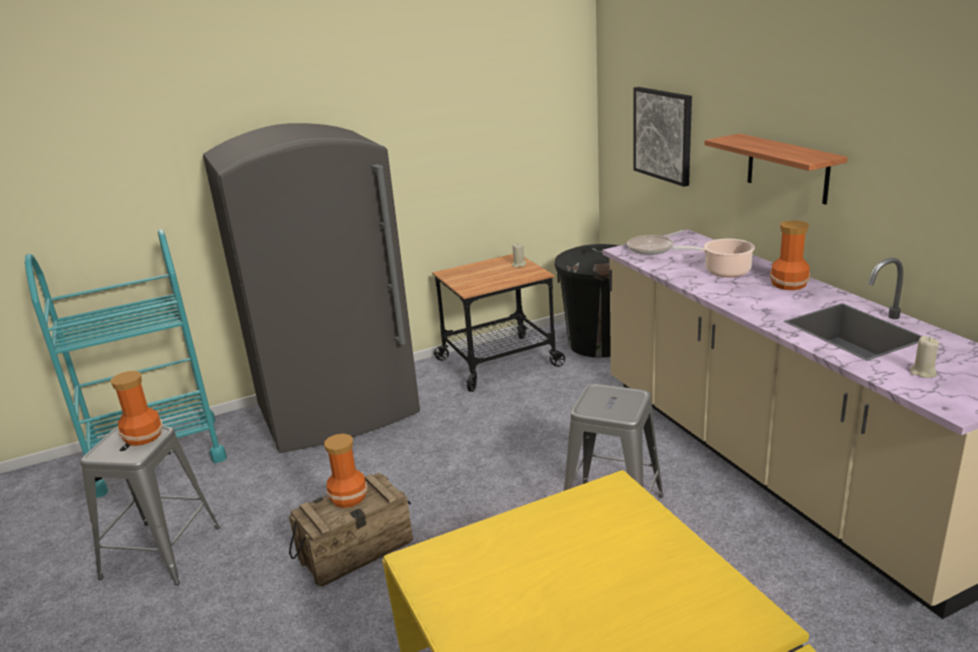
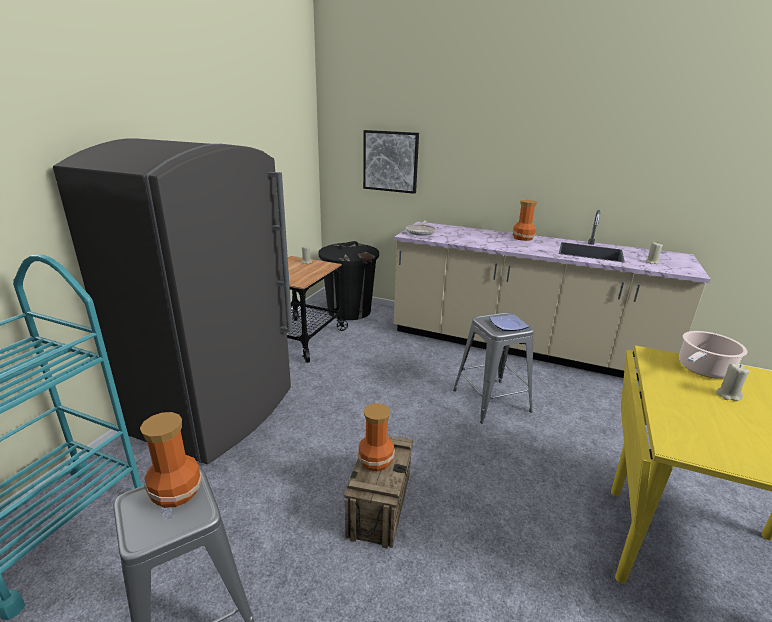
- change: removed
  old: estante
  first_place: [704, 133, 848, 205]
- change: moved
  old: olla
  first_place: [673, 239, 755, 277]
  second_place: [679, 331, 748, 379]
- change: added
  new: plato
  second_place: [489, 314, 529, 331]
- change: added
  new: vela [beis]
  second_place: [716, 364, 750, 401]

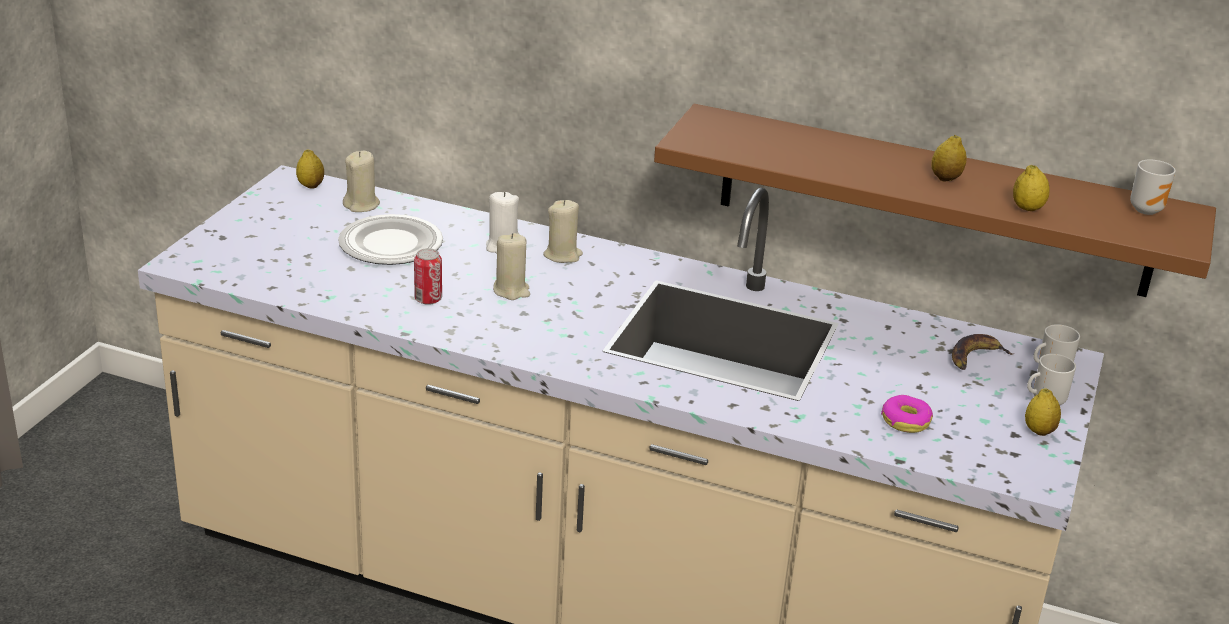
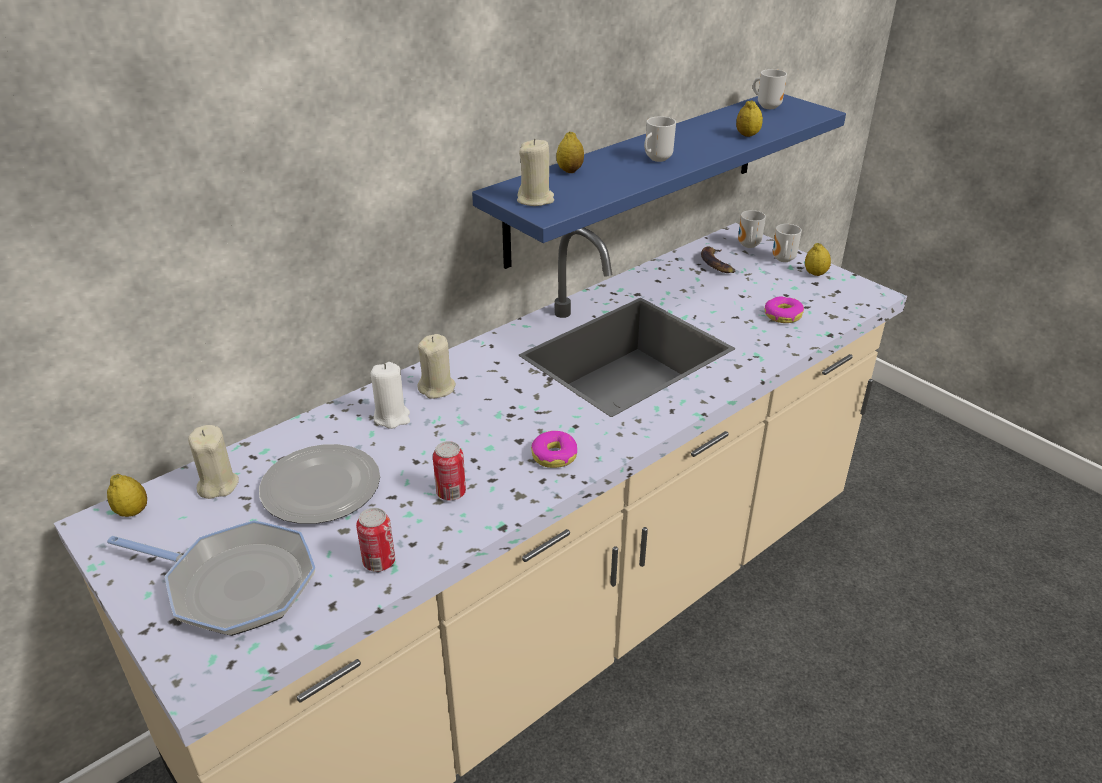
- change: recoloured
  old: estante [marrón]
  new: estante [azul]
  first_place: [654, 104, 1216, 297]
  second_place: [472, 94, 846, 269]
- change: moved
  old: limón
  first_place: [931, 135, 967, 181]
  second_place: [557, 132, 584, 173]
- change: moved
  old: vela [beis]
  first_place: [493, 233, 530, 300]
  second_place: [517, 139, 554, 206]
- change: added
  new: taza grande
  second_place: [644, 116, 676, 162]
- change: added
  new: rosquilla
  second_place: [531, 431, 577, 468]
- change: added
  new: lata
  second_place: [356, 508, 395, 572]
- change: added
  new: sartén
  second_place: [107, 520, 315, 636]

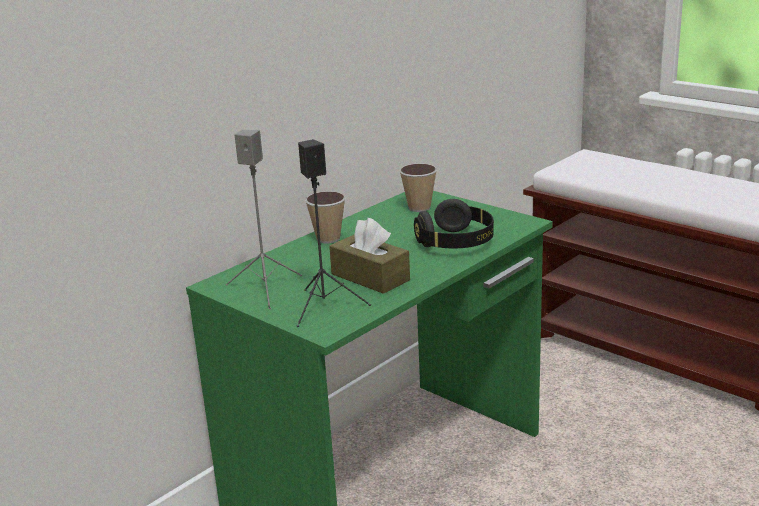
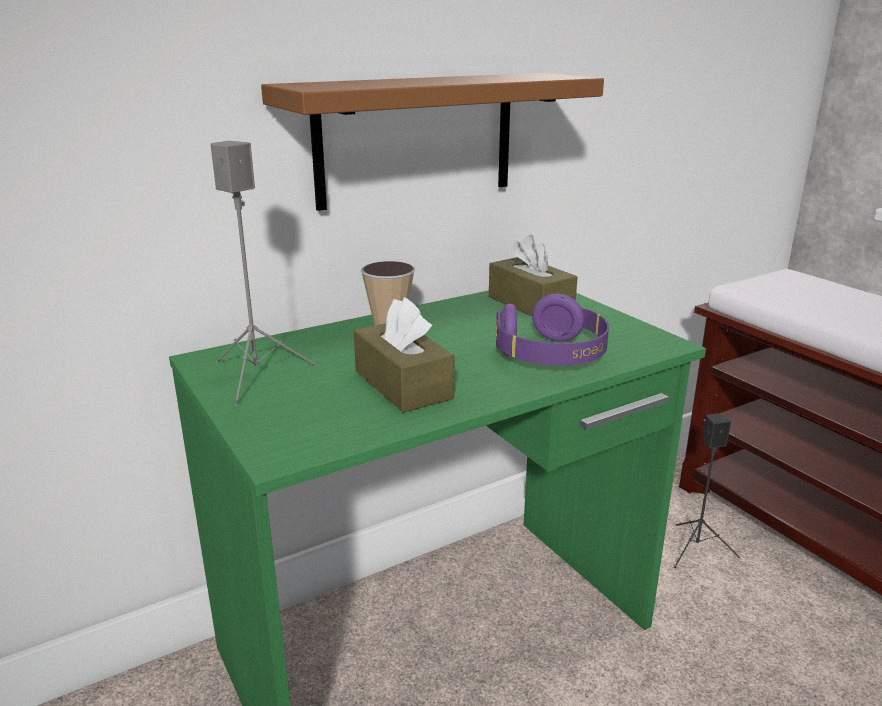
- change: moved
  old: altavoz [negro]
  first_place: [297, 139, 371, 327]
  second_place: [674, 413, 740, 568]
- change: replaced
  old: taza
  new: caja de pañuelos [marrón]
  first_place: [399, 164, 437, 212]
  second_place: [489, 235, 578, 316]
- change: recoloured
  old: auriculares [negro]
  new: auriculares [morado]
  first_place: [414, 199, 494, 248]
  second_place: [496, 294, 609, 365]
- change: added
  new: estante [marrón]
  second_place: [261, 73, 604, 211]

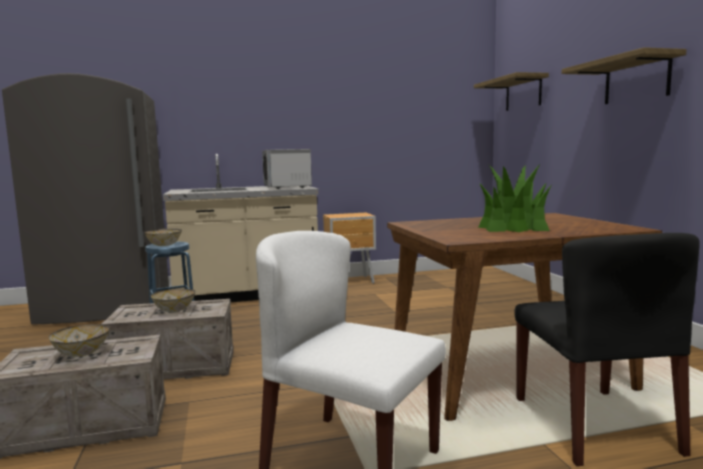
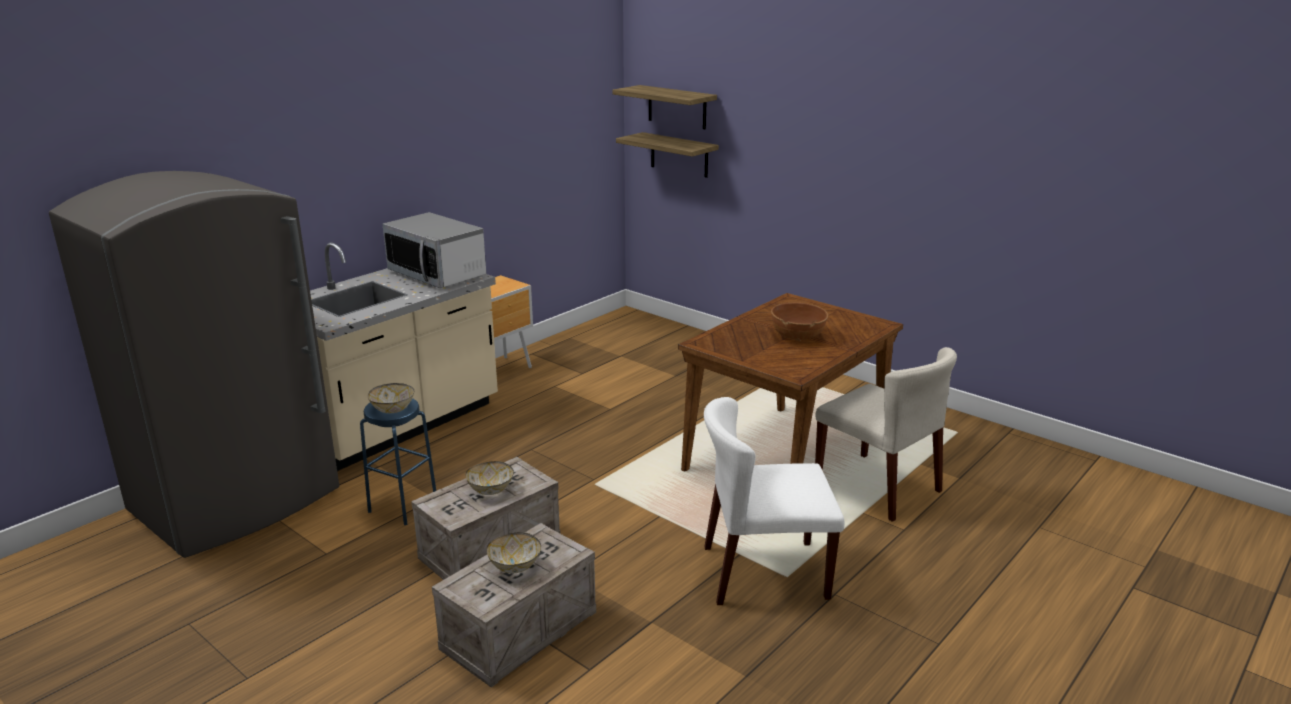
- change: moved
  old: estante
  first_place: [562, 47, 687, 104]
  second_place: [616, 132, 719, 178]
- change: replaced
  old: planta en maceta
  new: cuenco [marrón]
  first_place: [478, 165, 551, 232]
  second_place: [771, 303, 828, 341]
- change: recoloured
  old: silla [negro]
  new: silla [beis]
  first_place: [514, 233, 700, 466]
  second_place: [815, 347, 957, 522]

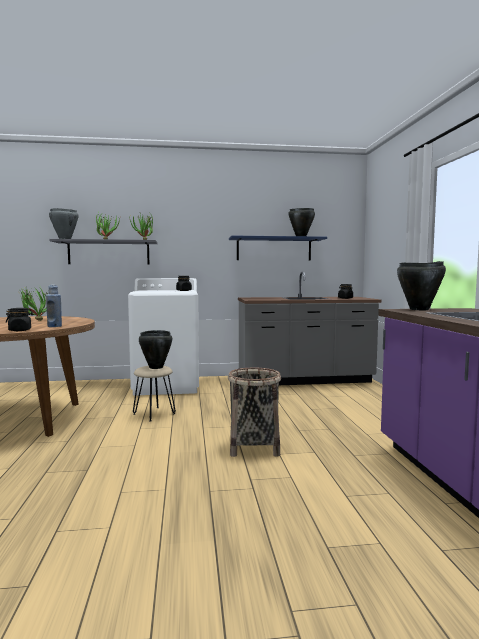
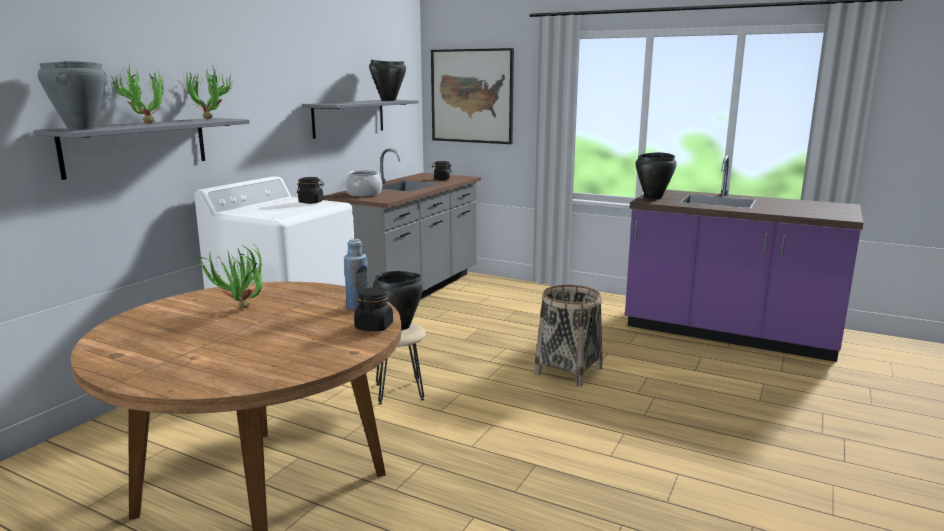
- change: recoloured
  old: estante [azul]
  new: estante [gris]
  first_place: [229, 236, 327, 260]
  second_place: [302, 100, 419, 139]
- change: added
  new: cuadro
  second_place: [431, 48, 514, 144]
- change: added
  new: olla
  second_place: [346, 170, 382, 197]

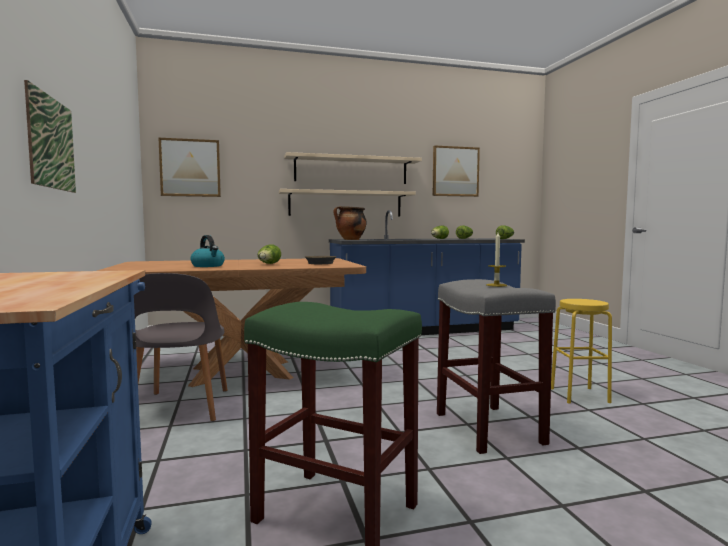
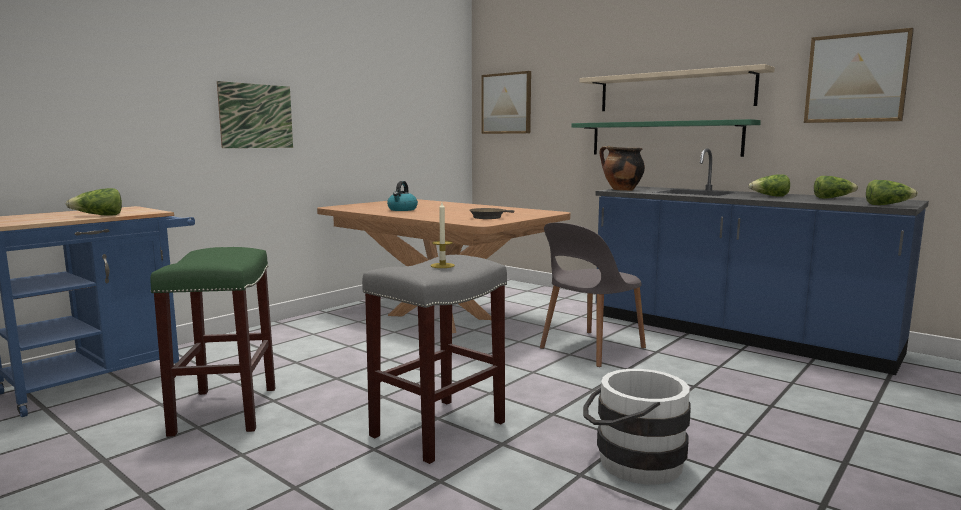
- change: recoloured
  old: estante [beis]
  new: estante [verde]
  first_place: [279, 189, 416, 216]
  second_place: [572, 119, 761, 157]
- change: moved
  old: lechuga
  first_place: [258, 244, 281, 264]
  second_place: [66, 188, 122, 216]
- change: moved
  old: silla [gris]
  first_place: [134, 273, 228, 421]
  second_place: [540, 222, 646, 367]
- change: replaced
  old: taburete [amarillo]
  new: cubo [blanco]
  first_place: [551, 299, 612, 404]
  second_place: [583, 369, 691, 485]

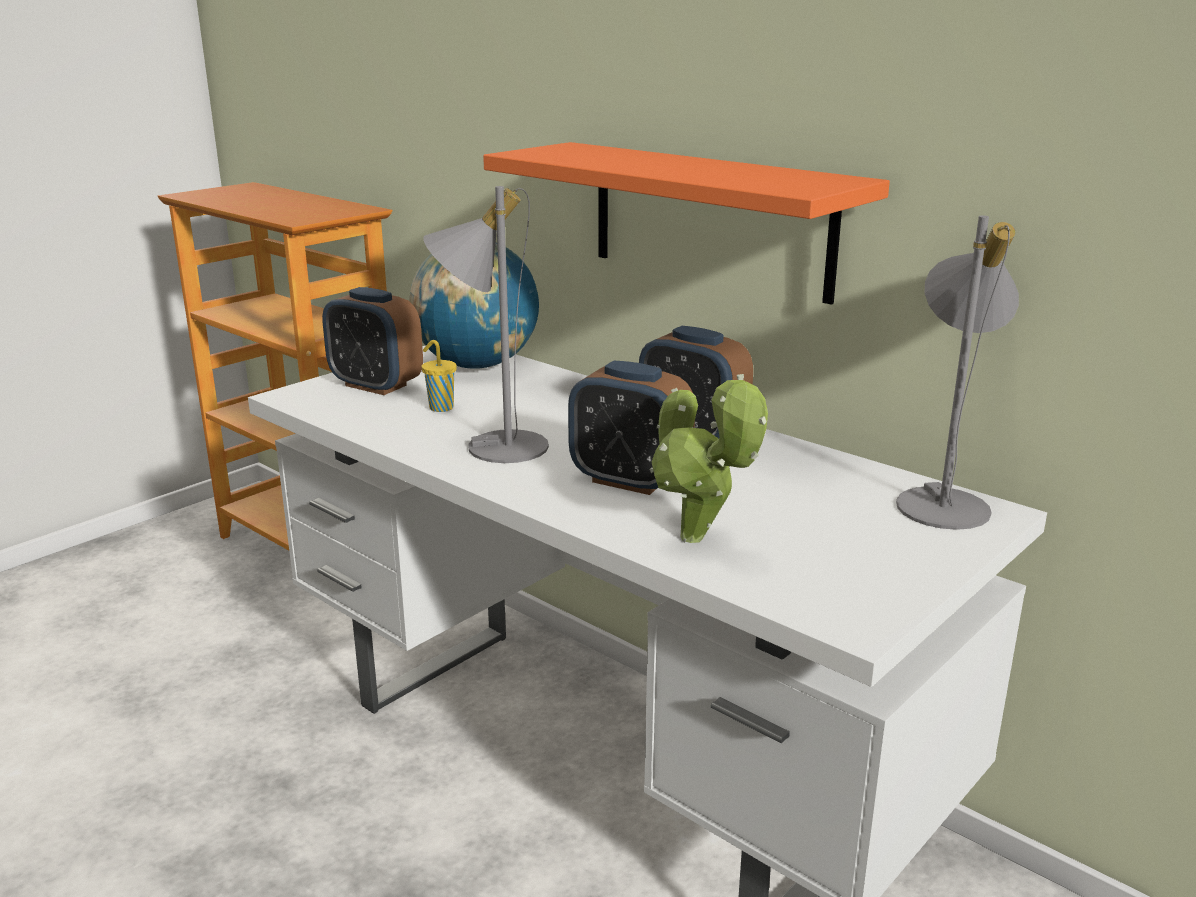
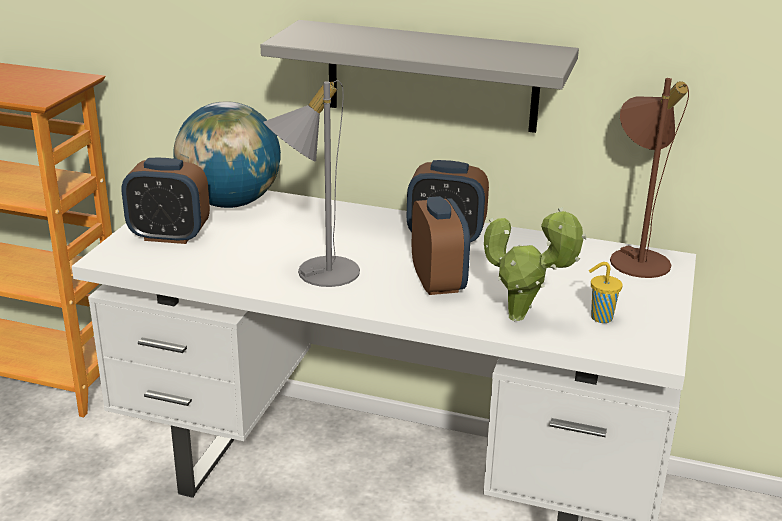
- change: recoloured
  old: estante [naranja]
  new: estante [gris]
  first_place: [483, 142, 890, 305]
  second_place: [261, 20, 579, 133]
- change: recoloured
  old: lámpara de mesa [gris]
  new: lámpara de mesa [marrón]
  first_place: [896, 216, 1019, 530]
  second_place: [610, 78, 689, 278]
- change: moved
  old: taza [amarillo]
  first_place: [422, 340, 457, 412]
  second_place: [589, 262, 623, 323]
- change: turned
  old: despertador
  first_place: [568, 360, 695, 495]
  second_place: [412, 196, 470, 295]
  degrees: -105

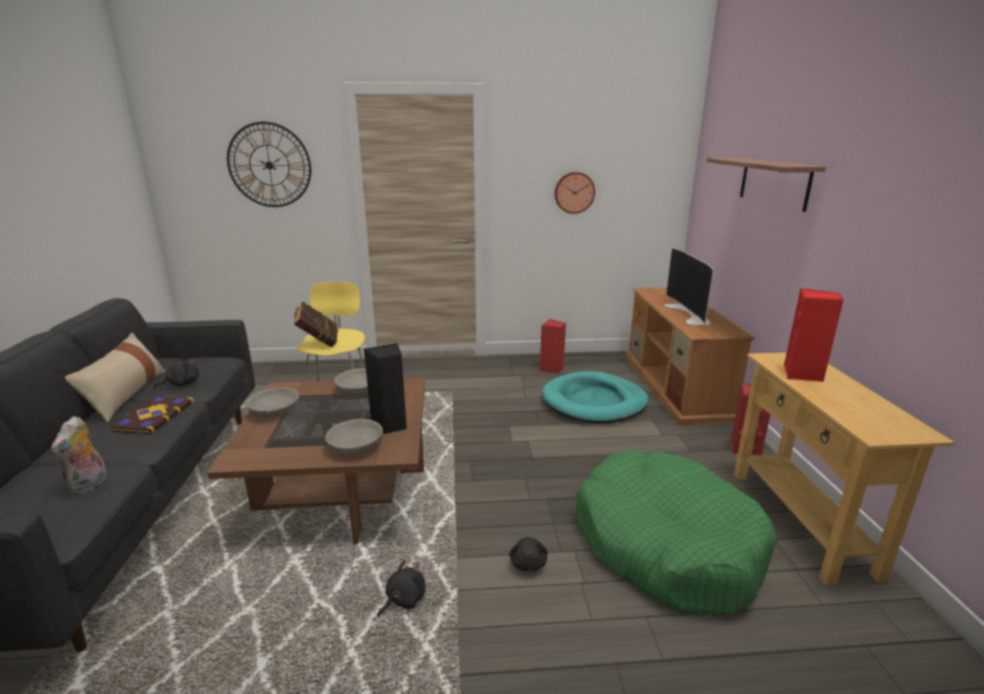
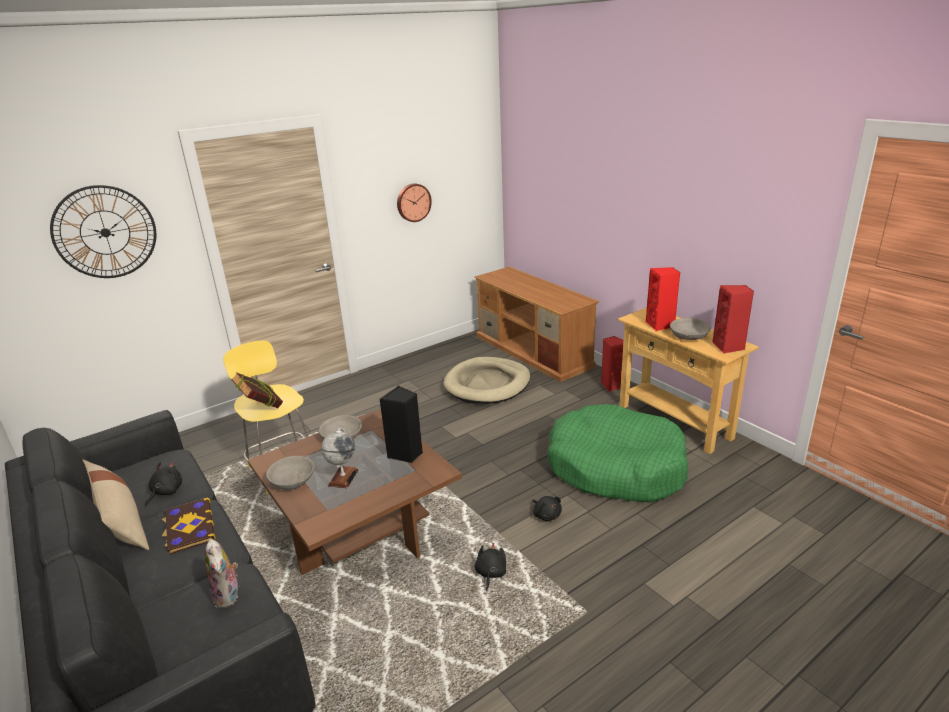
- change: removed
  old: estante
  first_place: [706, 158, 826, 212]
- change: removed
  old: televisor
  first_place: [665, 248, 714, 325]
- change: moved
  old: altavoz [rojo]
  first_place: [540, 319, 566, 374]
  second_place: [712, 285, 754, 354]
- change: recoloured
  old: cama para perro [turquesa]
  new: cama para perro [beis]
  first_place: [542, 371, 648, 423]
  second_place: [443, 357, 530, 404]
- change: moved
  old: cuenco [gris]
  first_place: [325, 419, 383, 455]
  second_place: [670, 318, 711, 340]
- change: added
  new: globo terráqueo
  second_place: [321, 428, 359, 488]

